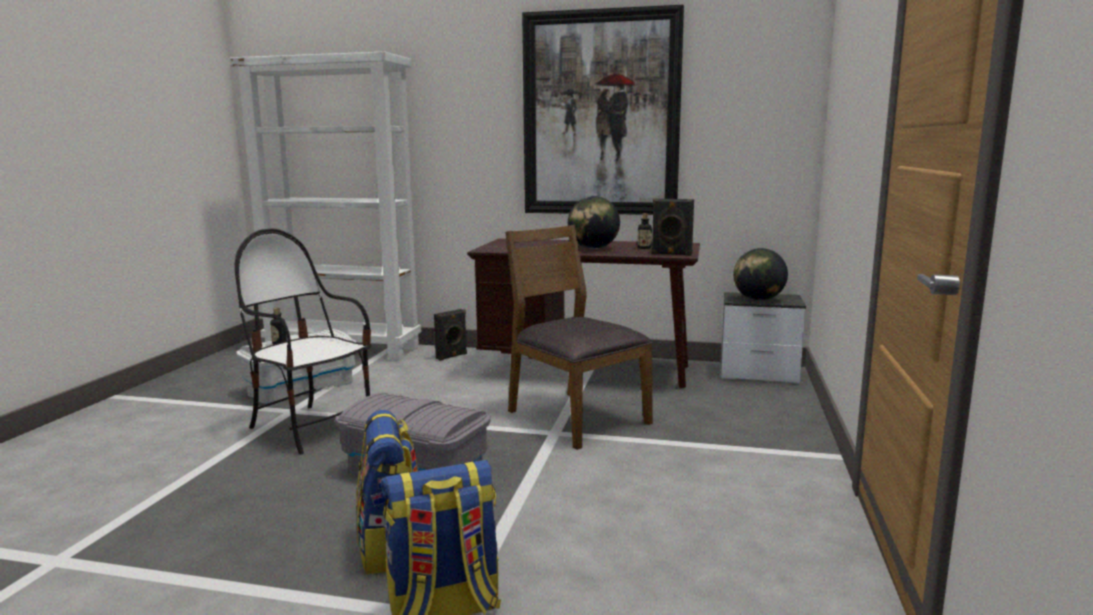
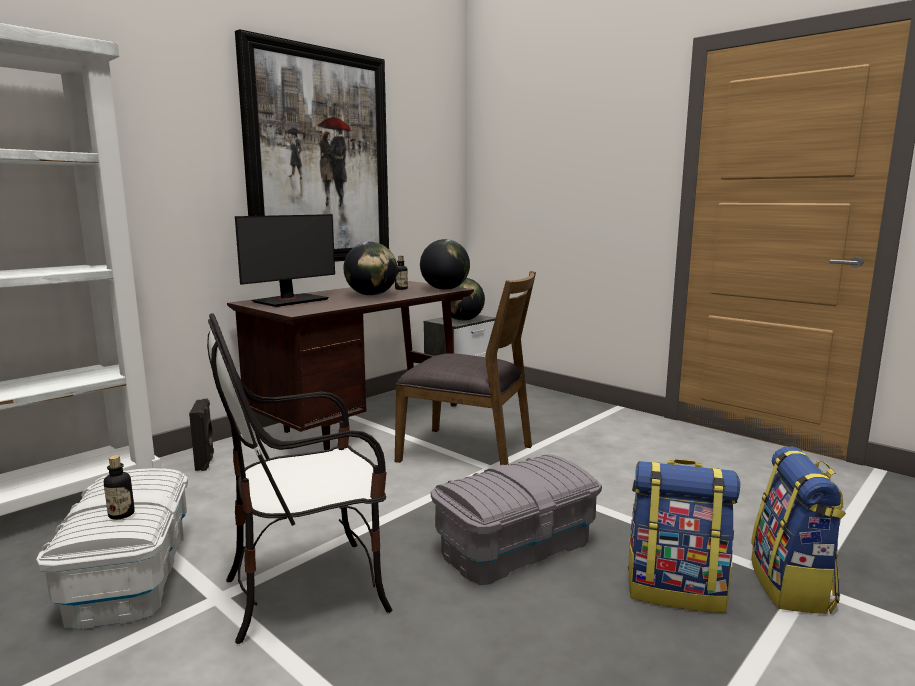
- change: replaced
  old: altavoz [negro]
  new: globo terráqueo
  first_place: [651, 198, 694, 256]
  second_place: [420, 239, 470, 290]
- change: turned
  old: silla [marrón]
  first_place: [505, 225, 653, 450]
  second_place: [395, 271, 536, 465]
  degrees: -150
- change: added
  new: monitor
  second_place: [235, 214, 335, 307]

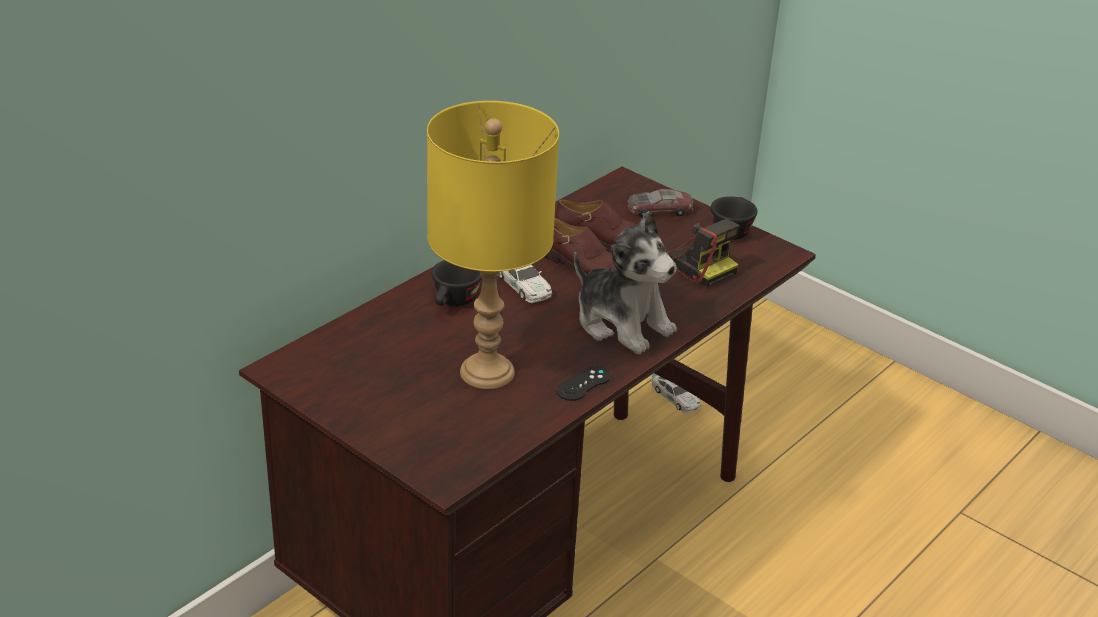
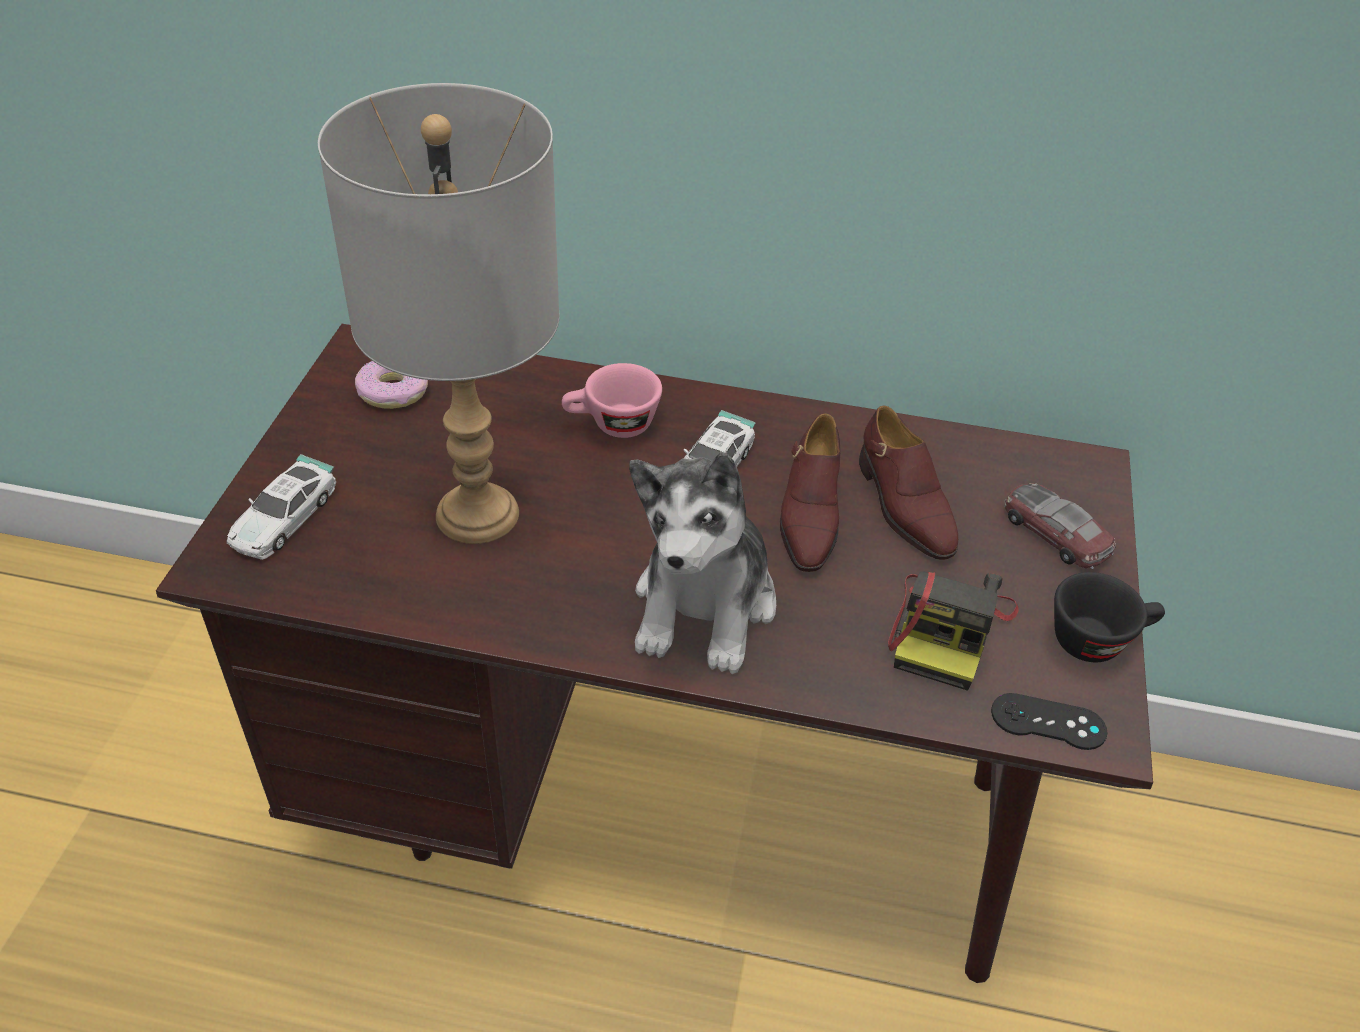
- change: recoloured
  old: lámpara de mesa [amarillo]
  new: lámpara de mesa [gris]
  first_place: [427, 101, 559, 389]
  second_place: [318, 83, 559, 544]
- change: recoloured
  old: taza [negro]
  new: taza [rosa]
  first_place: [432, 260, 482, 306]
  second_place: [562, 363, 662, 438]
- change: moved
  old: mando de consola [negro]
  first_place: [556, 366, 611, 401]
  second_place: [991, 693, 1108, 750]
- change: moved
  old: coche de juguete
  first_place: [651, 374, 701, 413]
  second_place: [227, 454, 336, 560]
- change: added
  new: rosquilla
  second_place: [355, 361, 428, 409]

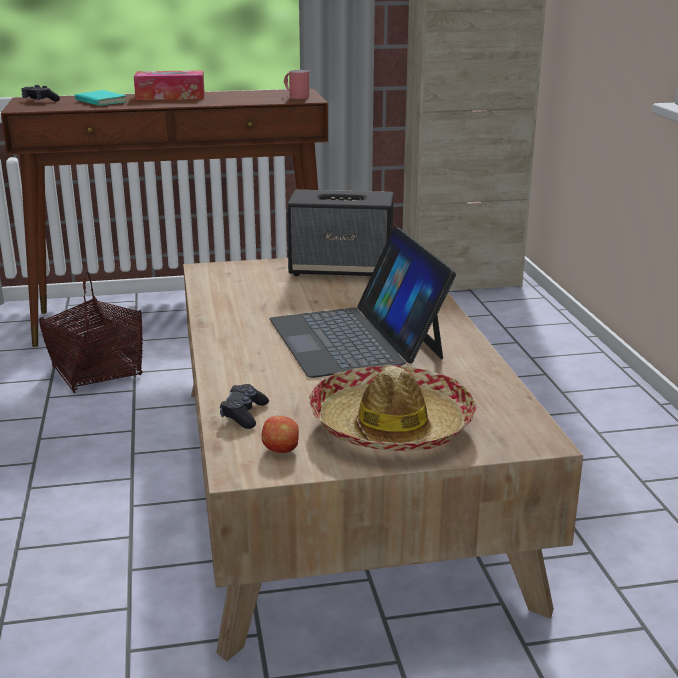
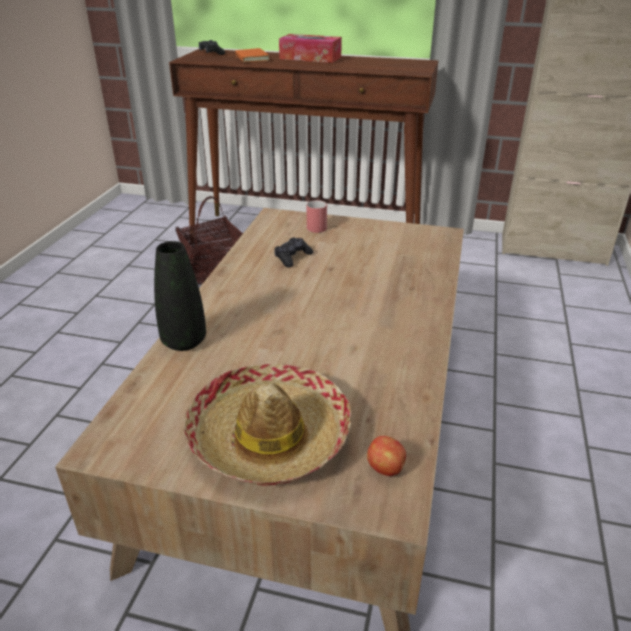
- change: moved
  old: taza grande [rojo]
  first_place: [284, 70, 309, 99]
  second_place: [307, 200, 327, 233]
- change: recoloured
  old: libro [turquesa]
  new: libro [naranja]
  first_place: [75, 90, 127, 106]
  second_place: [235, 48, 269, 62]
- change: removed
  old: altavoz
  first_place: [287, 190, 394, 276]
- change: removed
  old: portátil
  first_place: [269, 226, 456, 378]
- change: moved
  old: mando de consola [negro]
  first_place: [220, 384, 269, 429]
  second_place: [274, 237, 313, 268]
- change: moved
  old: manzana
  first_place: [261, 416, 299, 453]
  second_place: [367, 436, 406, 476]
- change: added
  new: florero [negro]
  second_place: [154, 241, 206, 351]

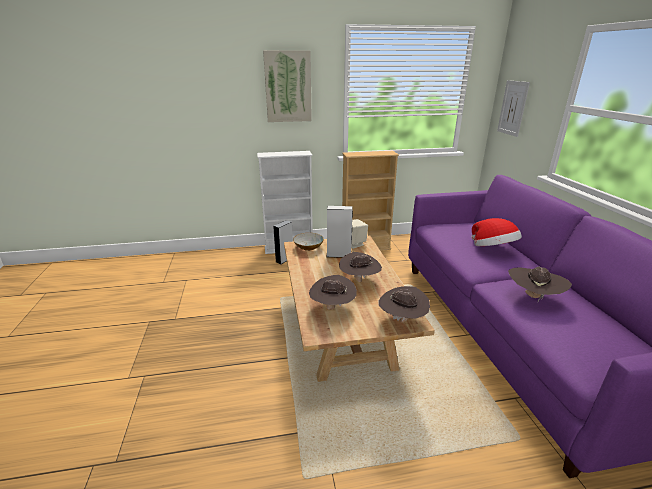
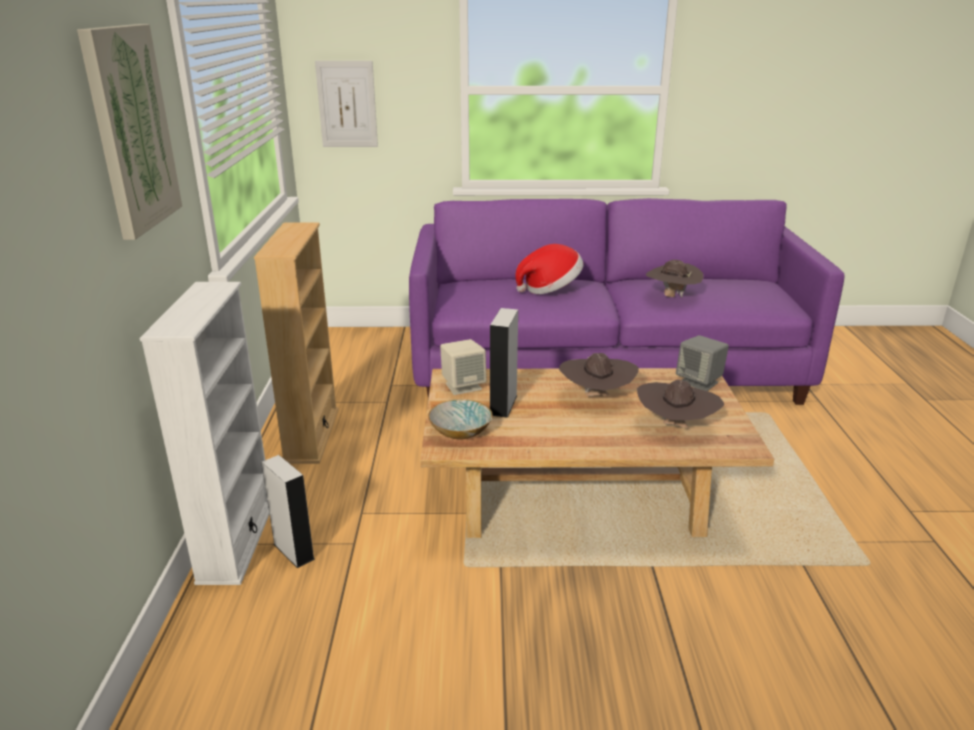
- change: replaced
  old: sombrero [marrón]
  new: altavoz [gris]
  first_place: [379, 286, 430, 322]
  second_place: [676, 335, 729, 391]

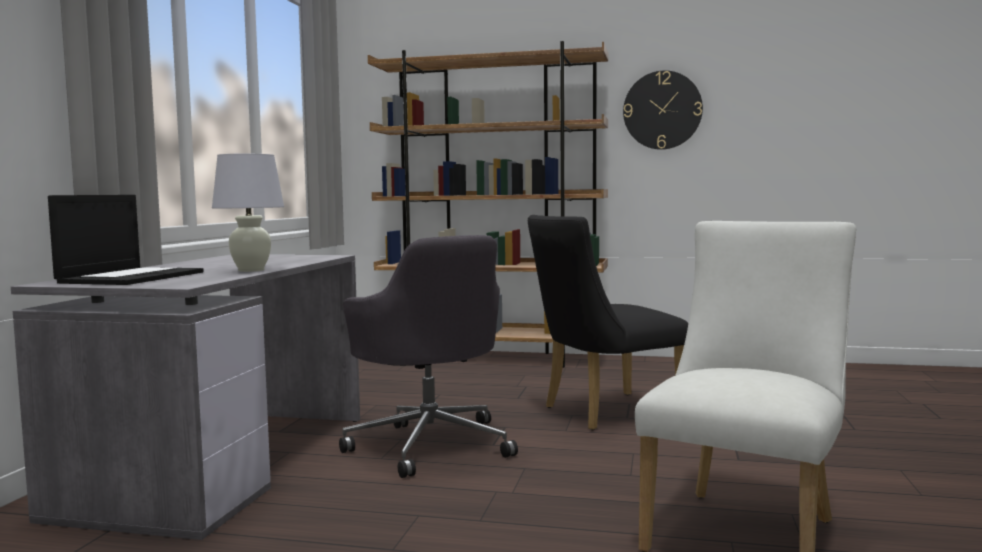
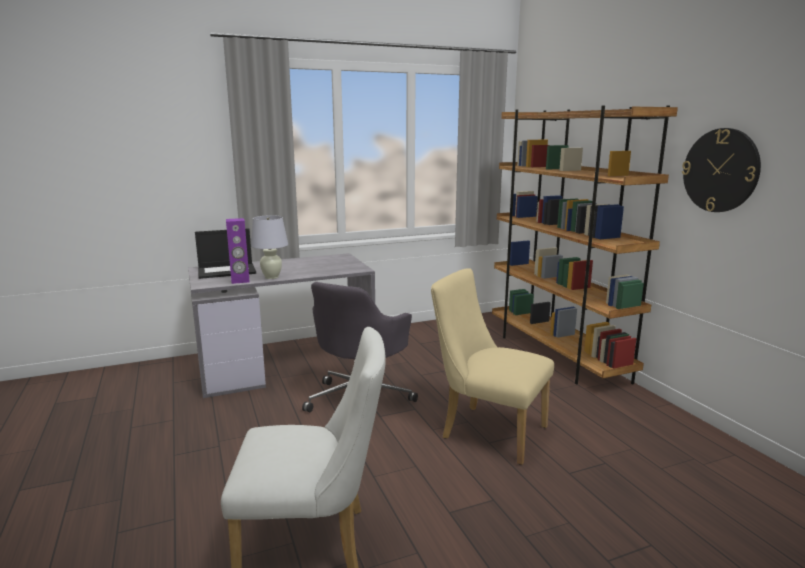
- change: recoloured
  old: silla [negro]
  new: silla [beis]
  first_place: [528, 215, 688, 430]
  second_place: [431, 268, 554, 465]
- change: added
  new: altavoz [morado]
  second_place: [226, 218, 250, 284]

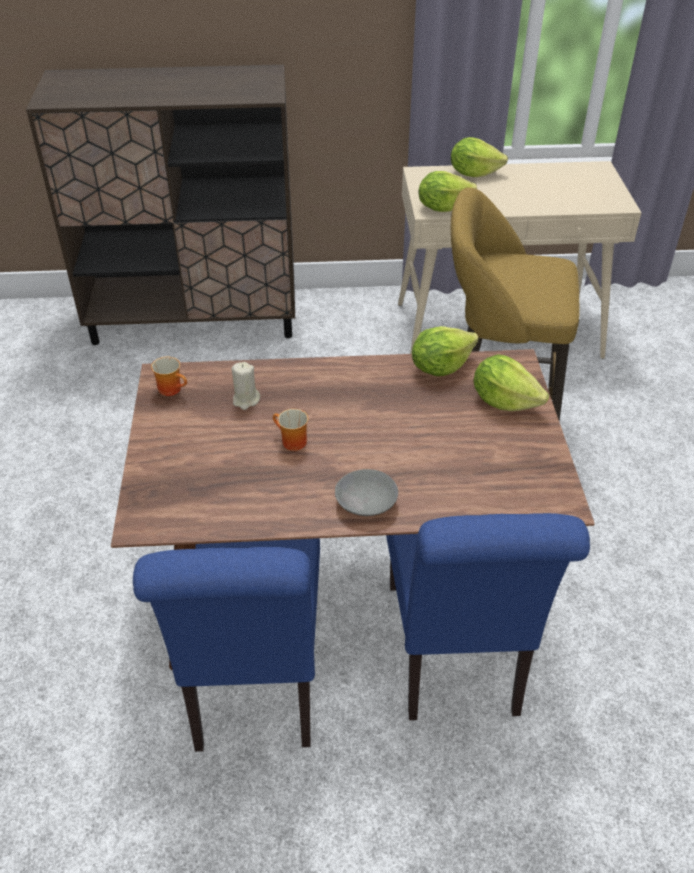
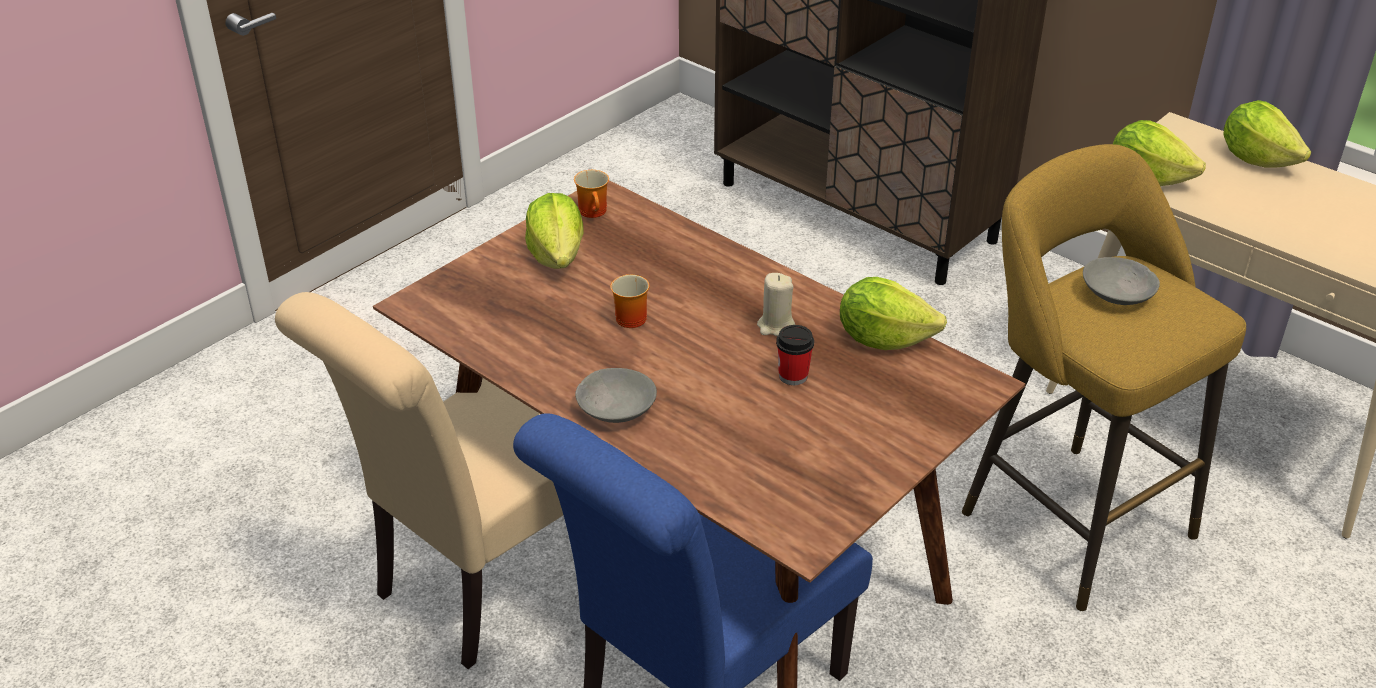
- change: moved
  old: lechuga
  first_place: [473, 354, 549, 411]
  second_place: [525, 193, 584, 269]
- change: moved
  old: vela [beis]
  first_place: [232, 362, 260, 410]
  second_place: [757, 273, 795, 336]
- change: recoloured
  old: silla [azul]
  new: silla [beis]
  first_place: [133, 538, 320, 752]
  second_place: [275, 292, 563, 669]
- change: added
  new: cuenco [gris]
  second_place: [1083, 257, 1160, 305]
- change: added
  new: taza
  second_place: [776, 325, 814, 385]

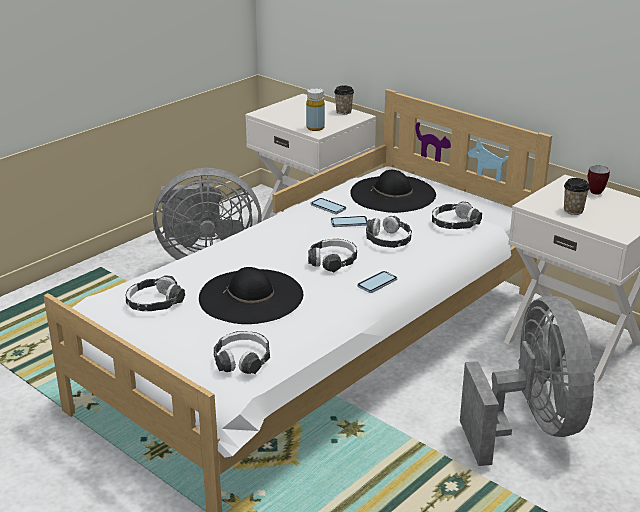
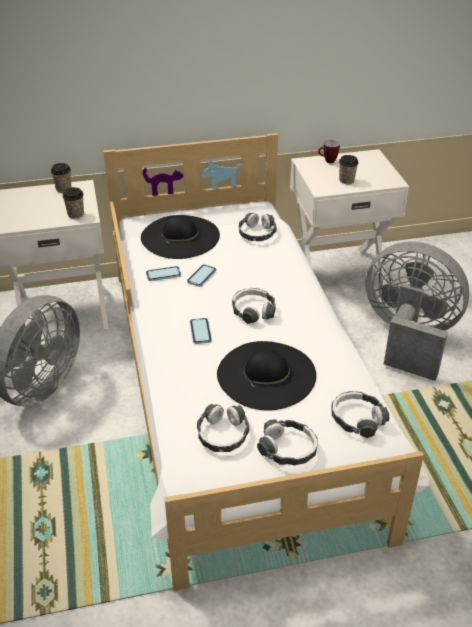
- change: replaced
  old: botella [amarillo]
  new: taza
  first_place: [306, 88, 325, 131]
  second_place: [62, 187, 84, 219]
- change: moved
  old: auriculares
  first_place: [366, 216, 412, 248]
  second_place: [257, 419, 318, 465]
- change: moved
  old: móvil
  first_place: [357, 271, 397, 293]
  second_place: [190, 318, 212, 344]

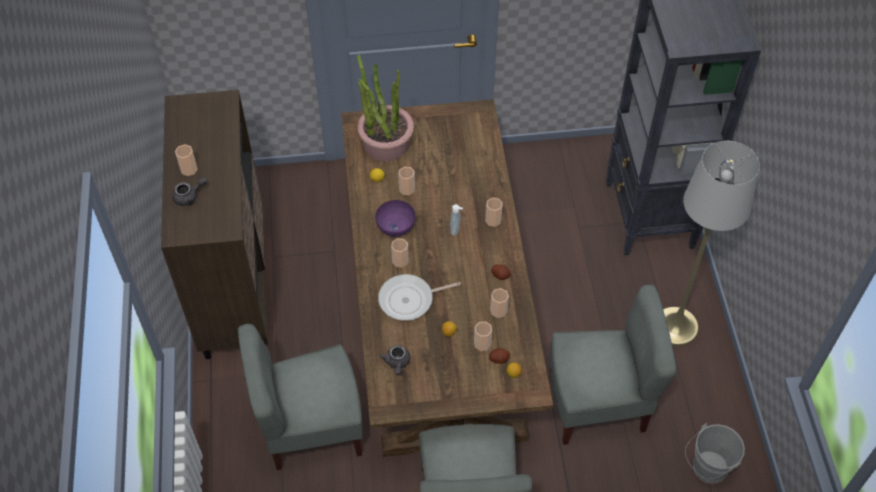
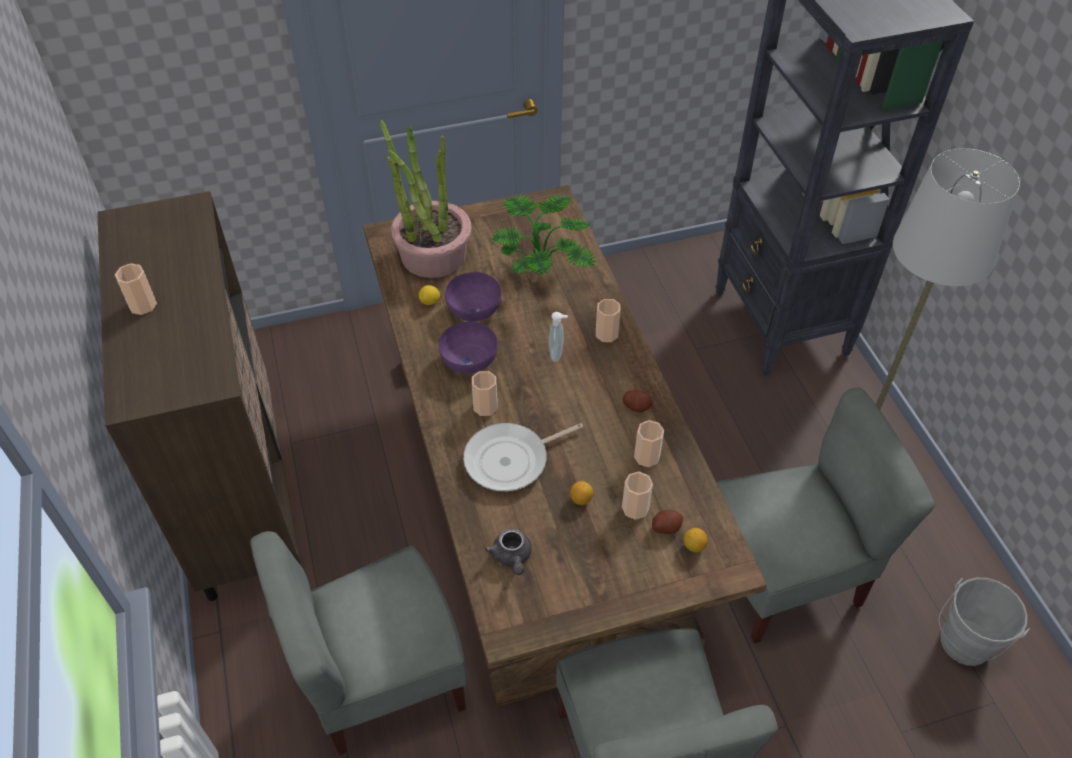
- change: replaced
  old: taza
  new: cuenco [morado]
  first_place: [398, 167, 415, 195]
  second_place: [445, 272, 501, 322]
- change: removed
  old: tetera [gris]
  first_place: [172, 177, 207, 206]
- change: added
  new: planta en maceta
  second_place: [491, 195, 596, 275]

